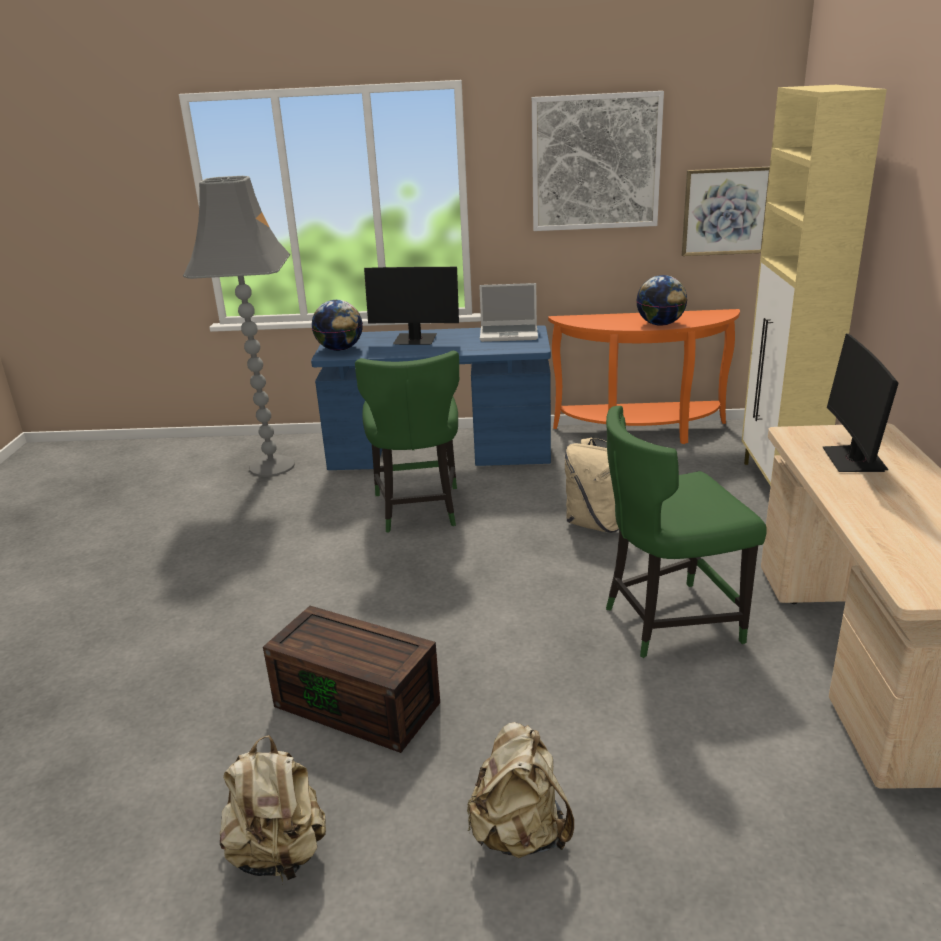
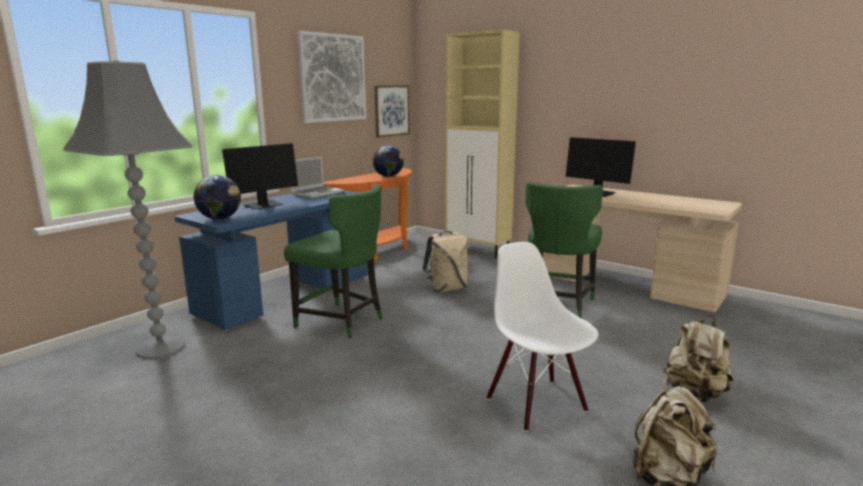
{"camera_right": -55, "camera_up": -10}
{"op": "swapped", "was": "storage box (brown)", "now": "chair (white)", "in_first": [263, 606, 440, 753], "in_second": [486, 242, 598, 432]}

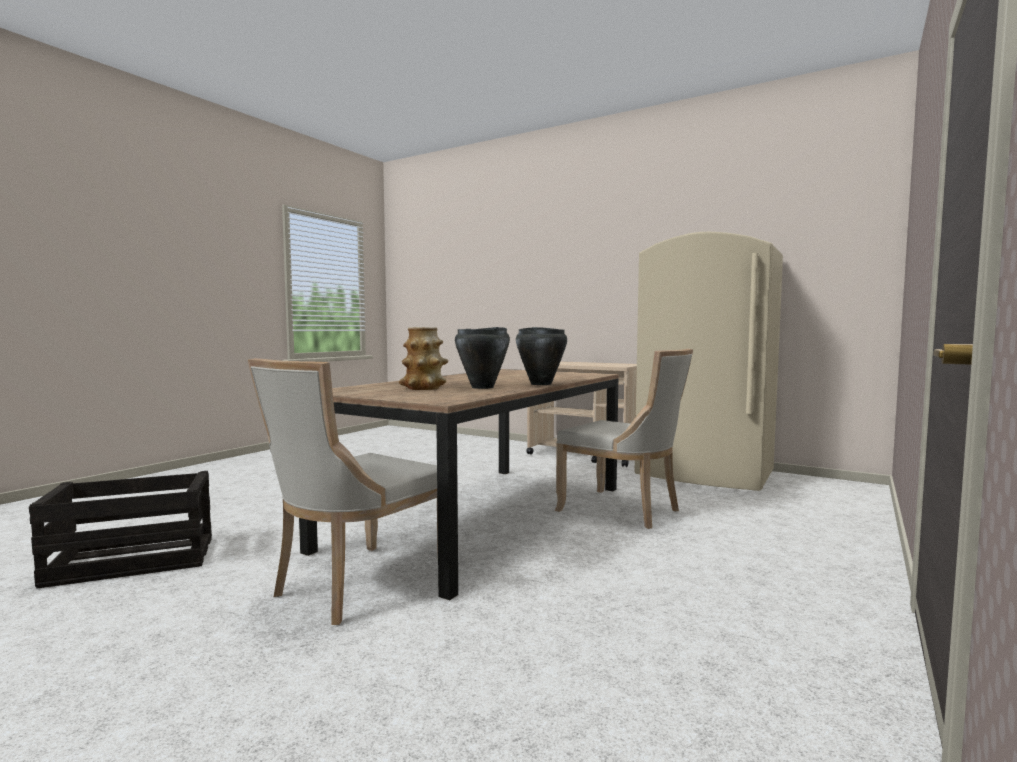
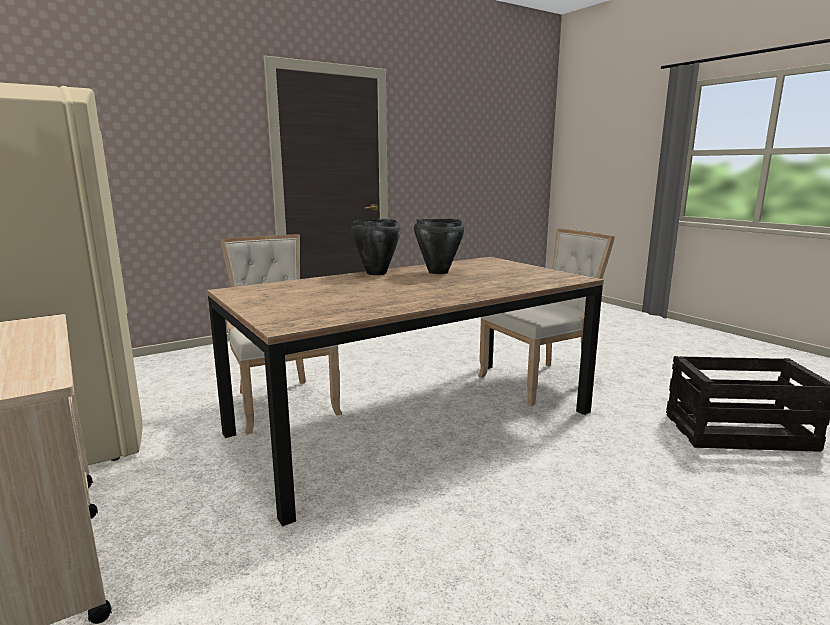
{"camera_right": -155, "camera_up": 10}
{"op": "gone", "was": "flower vase", "in_first": [399, 327, 448, 390]}

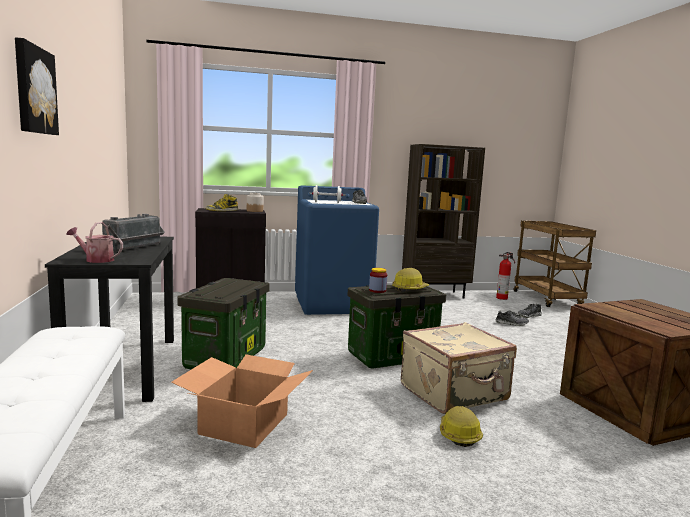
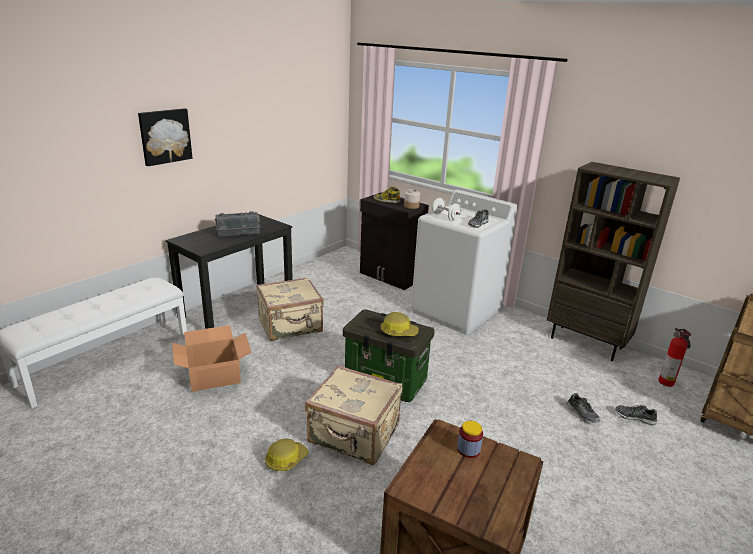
{"camera_right": 50, "camera_up": 15}
{"op": "gone", "was": "sprinkling can", "in_first": [66, 222, 123, 263]}
{"op": "swapped", "was": "storage box", "now": "piece of luggage (sand-coloured)", "in_first": [177, 278, 270, 369], "in_second": [256, 277, 324, 341]}
{"op": "repainted", "was": "laundry appliance (blue)", "now": "laundry appliance (white)", "in_first": [295, 185, 379, 315], "in_second": [411, 190, 518, 335]}
{"op": "shifted", "was": "jar", "in_first": [369, 268, 387, 293], "in_second": [457, 421, 483, 458]}

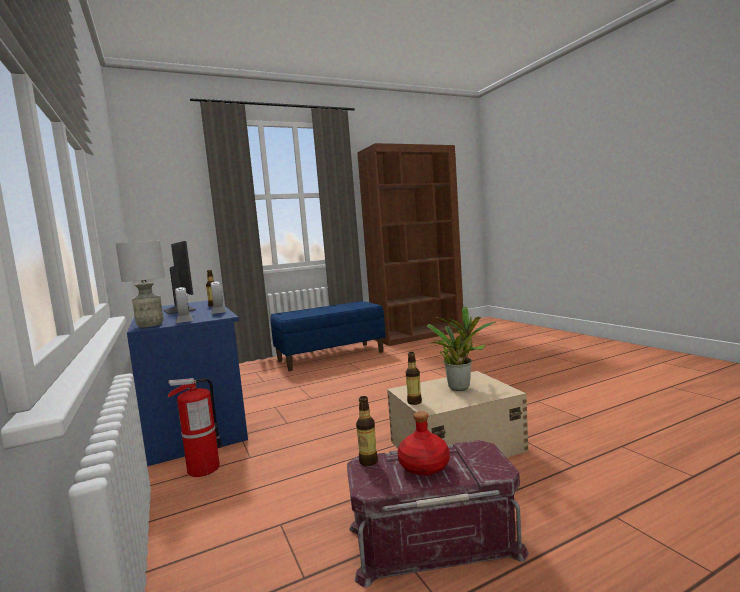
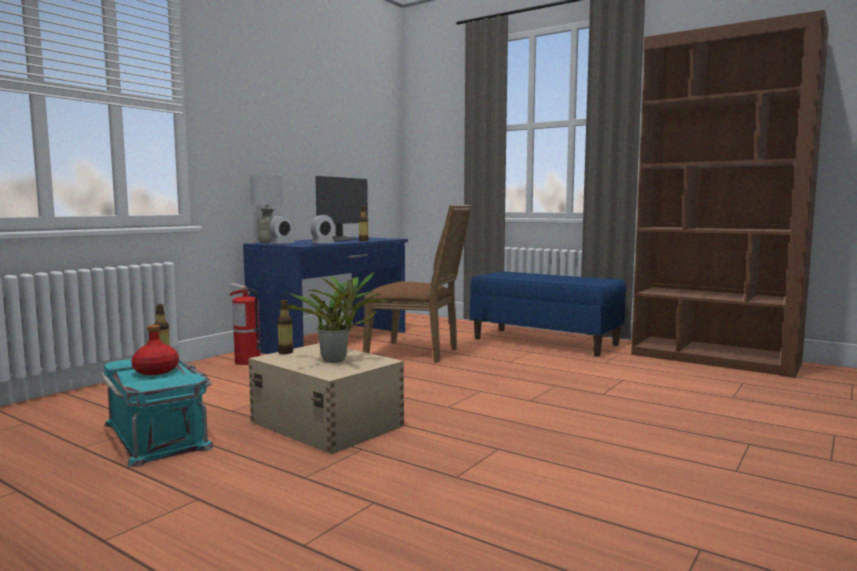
{"camera_right": 60, "camera_up": 0}
{"op": "repainted", "was": "storage box (red)", "now": "storage box (blue-green)", "in_first": [347, 440, 529, 588], "in_second": [100, 359, 214, 467]}
{"op": "new", "now": "chair (brown)", "in_second": [363, 205, 472, 363]}

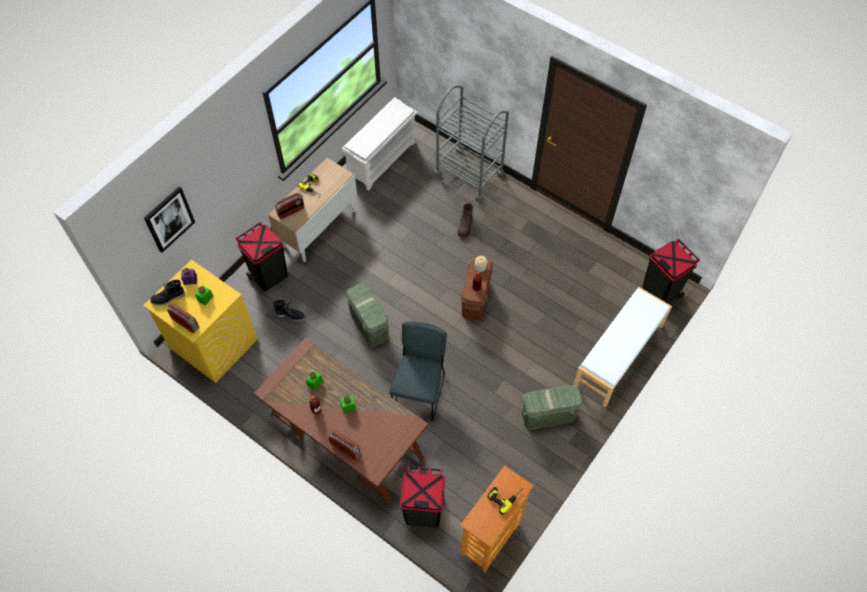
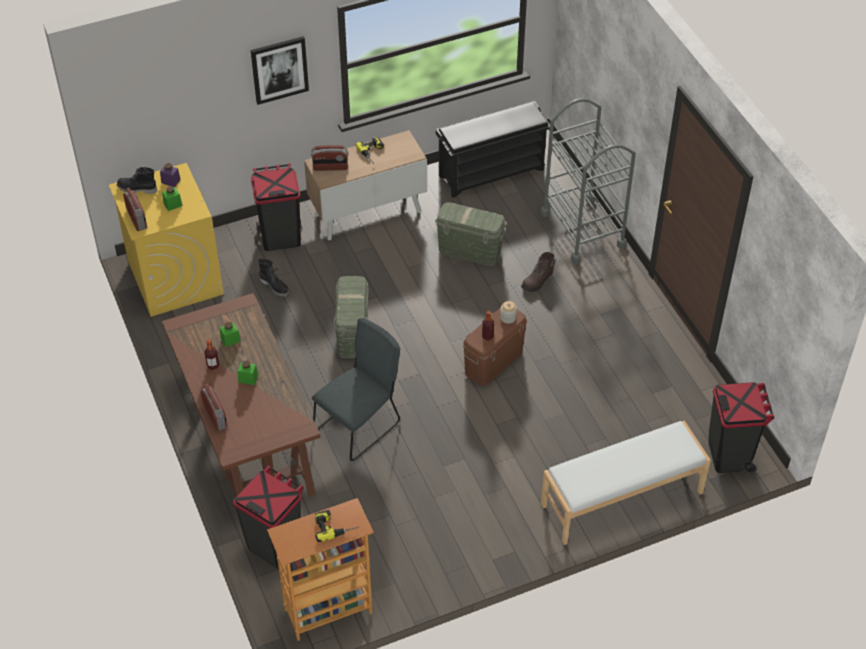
{"camera_right": 30, "camera_up": -10}
{"op": "shifted", "was": "wall picture", "in_first": [144, 187, 195, 253], "in_second": [251, 36, 309, 105]}
{"op": "repainted", "was": "shoe rack (white)", "now": "shoe rack (black)", "in_first": [342, 97, 418, 191], "in_second": [436, 101, 550, 198]}
{"op": "shifted", "was": "storage box (green)", "in_first": [521, 385, 583, 430], "in_second": [435, 202, 506, 266]}

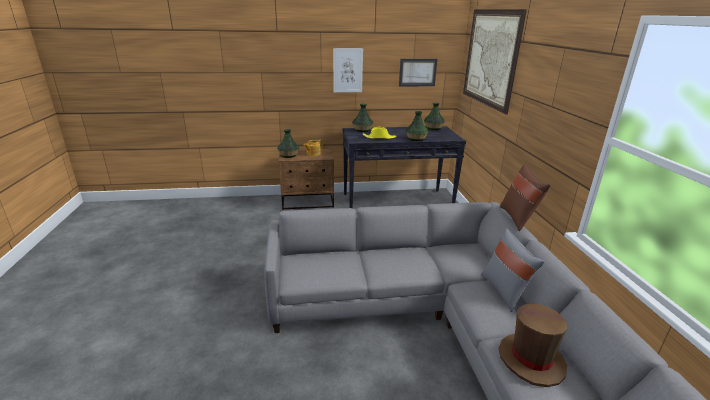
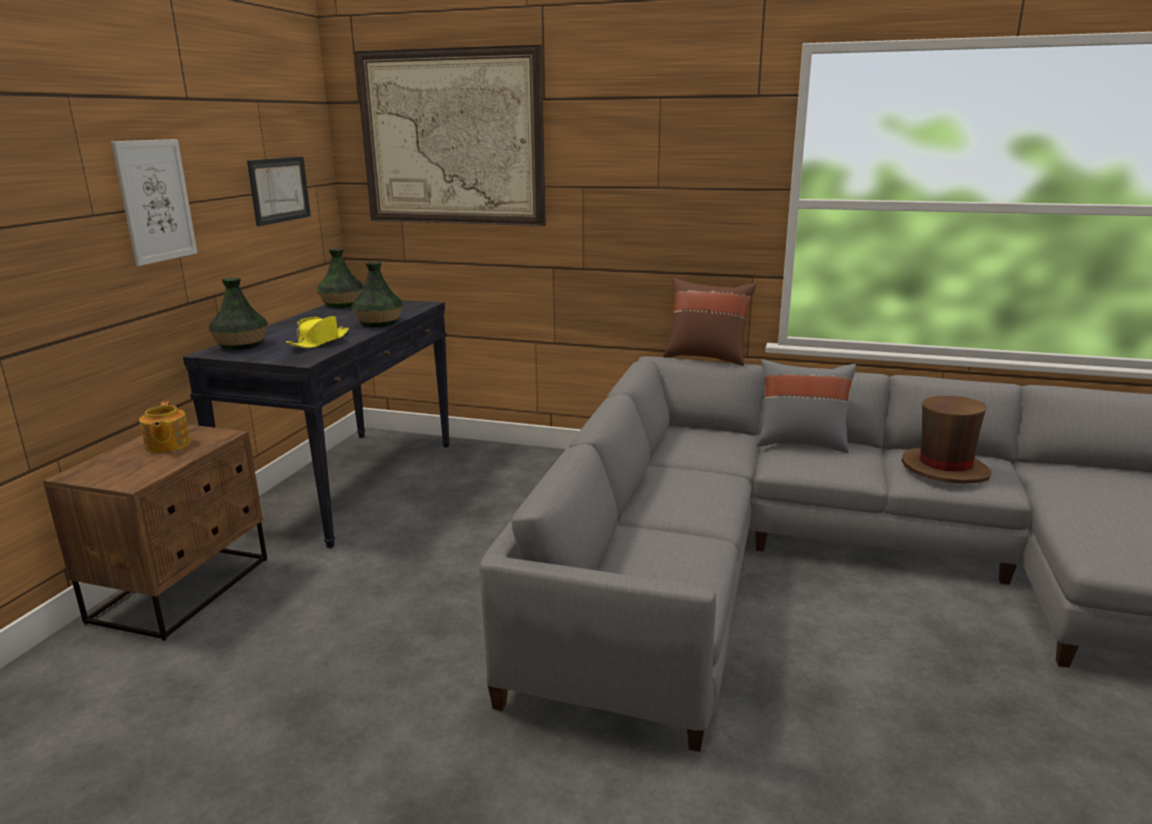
{"camera_right": -65, "camera_up": -5}
{"op": "gone", "was": "flower vase", "in_first": [277, 129, 299, 158]}

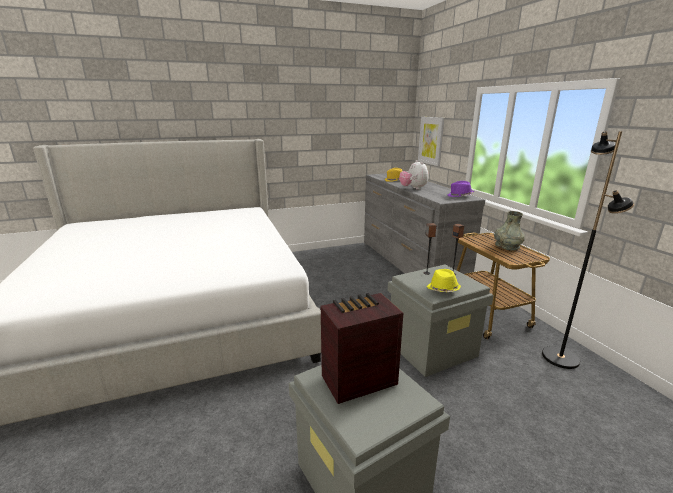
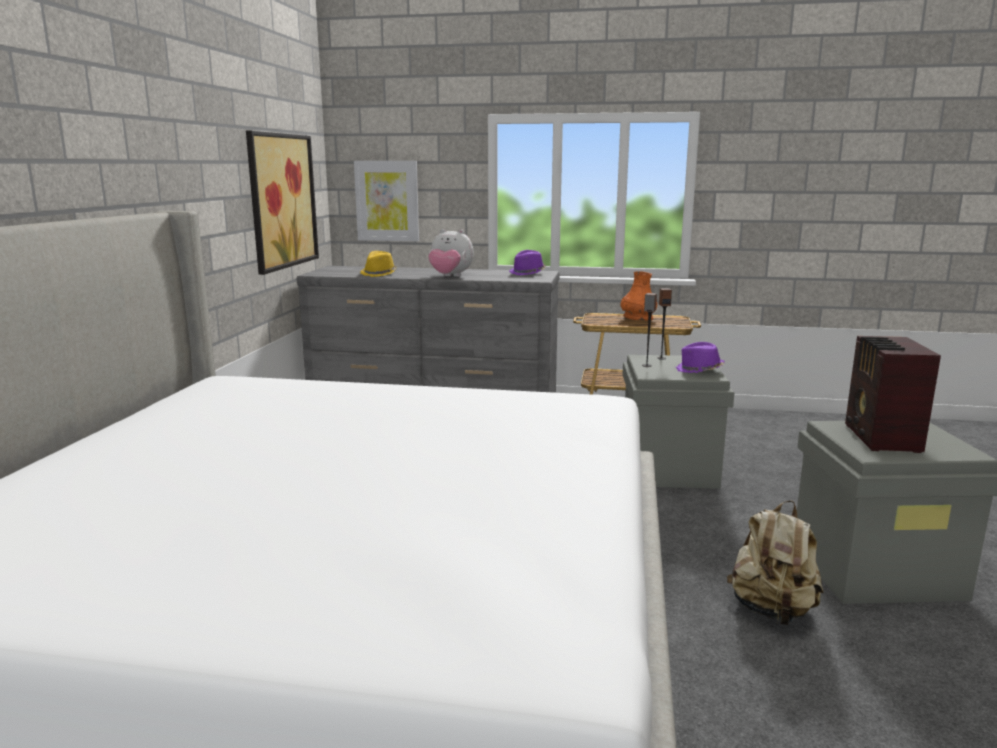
{"camera_right": -60, "camera_up": -5}
{"op": "repainted", "was": "hat (yellow-coloured)", "now": "hat (purplish)", "in_first": [427, 269, 461, 292], "in_second": [676, 342, 725, 373]}
{"op": "repainted", "was": "flower vase (grey)", "now": "flower vase (orangey)", "in_first": [494, 211, 525, 251], "in_second": [620, 271, 657, 321]}
{"op": "gone", "was": "standing lamp (black)", "in_first": [542, 131, 635, 369]}
{"op": "new", "now": "wall picture", "in_second": [246, 131, 319, 275]}
{"op": "new", "now": "rucksack (sand-coloured)", "in_second": [727, 500, 824, 625]}

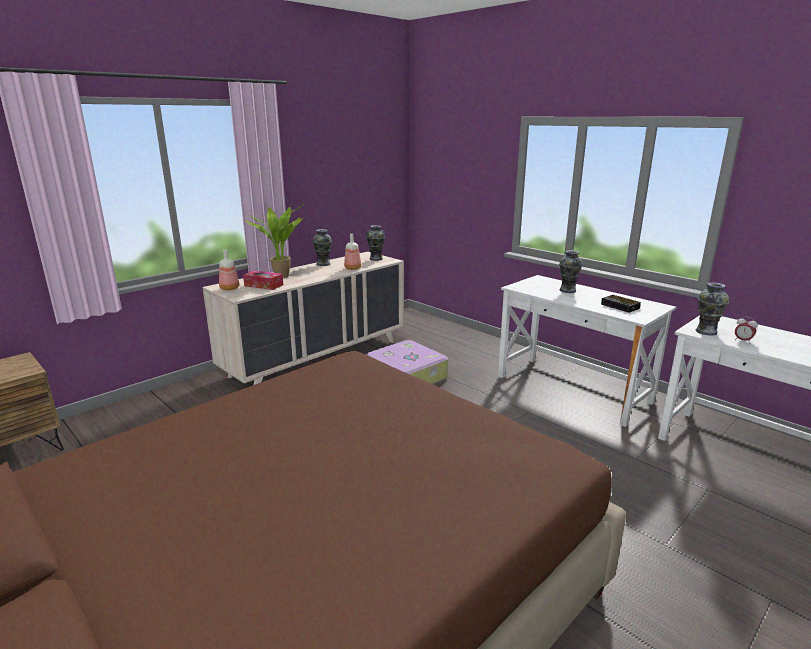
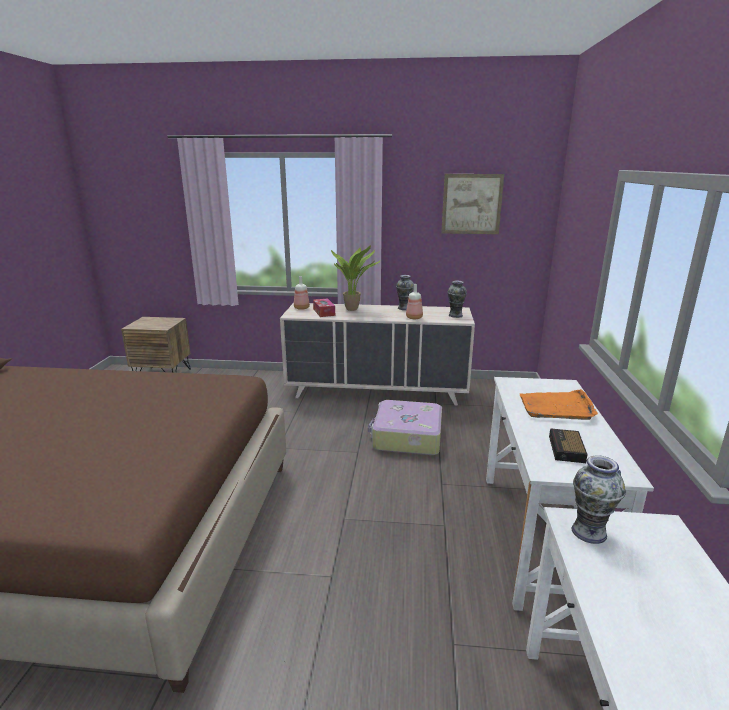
{"camera_right": 50, "camera_up": 0}
{"op": "swapped", "was": "flower vase", "now": "carrying tray (orangey)", "in_first": [559, 250, 583, 293], "in_second": [520, 389, 598, 420]}
{"op": "gone", "was": "alarm clock", "in_first": [735, 316, 758, 344]}
{"op": "new", "now": "wall picture", "in_second": [441, 174, 504, 234]}

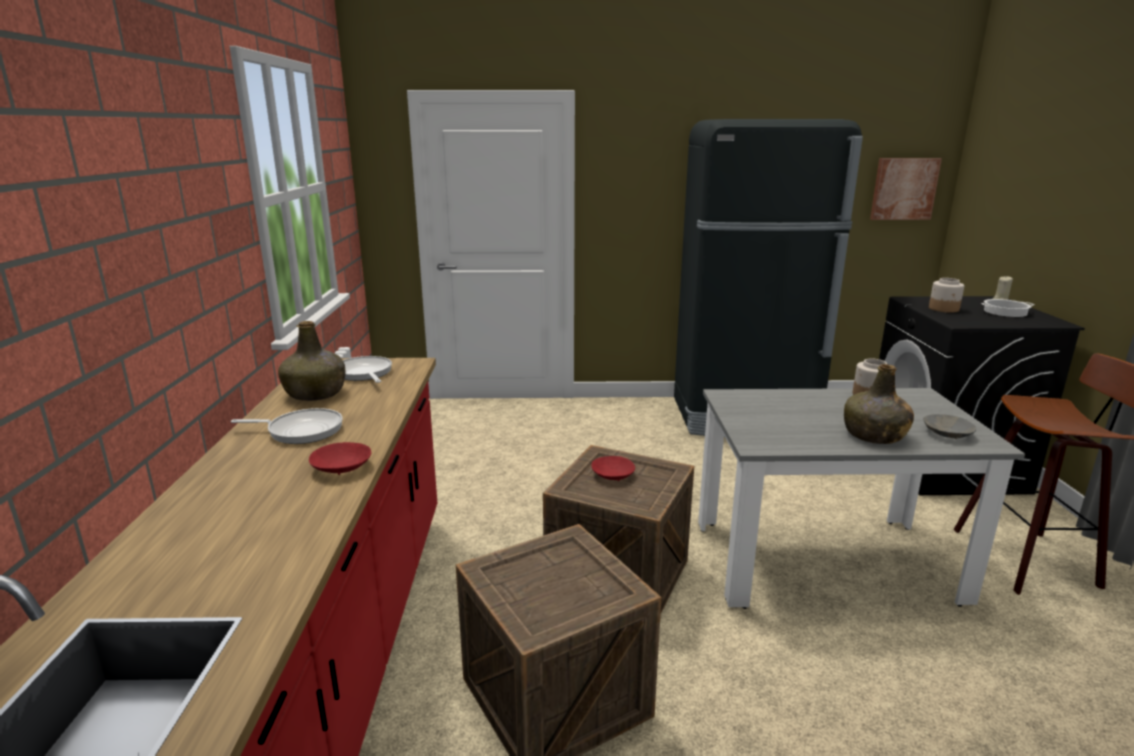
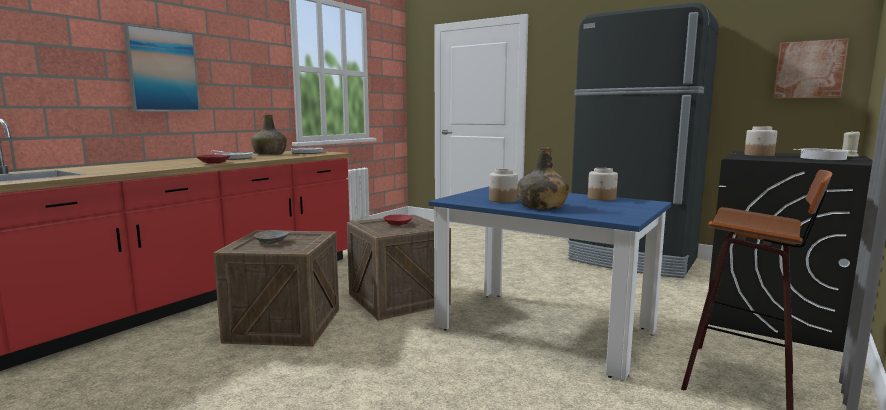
{"camera_right": 35, "camera_up": -10}
{"op": "repainted", "was": "kitchen table (grey)", "now": "kitchen table (blue)", "in_first": [698, 388, 1025, 609], "in_second": [429, 186, 671, 380]}
{"op": "shifted", "was": "deep dish (grey)", "in_first": [923, 414, 976, 439], "in_second": [254, 230, 289, 244]}
{"op": "new", "now": "wall picture", "in_second": [123, 23, 201, 112]}
{"op": "new", "now": "jar", "in_second": [489, 169, 518, 203]}

